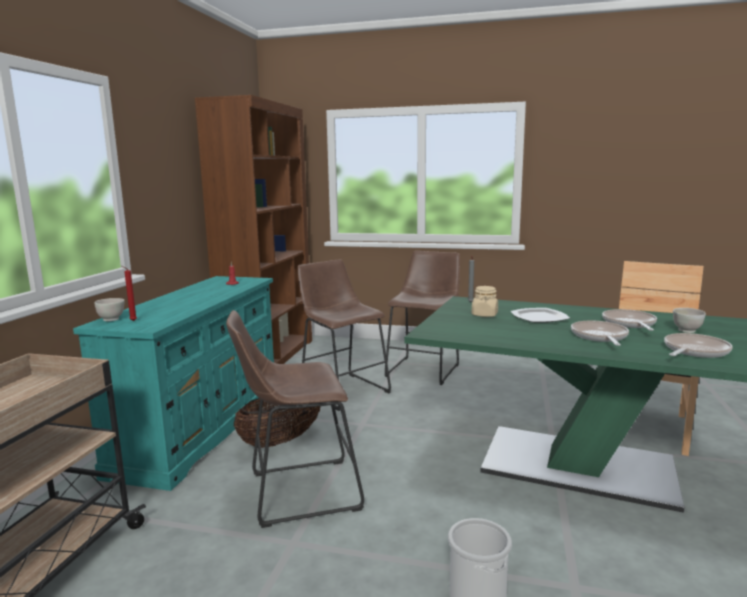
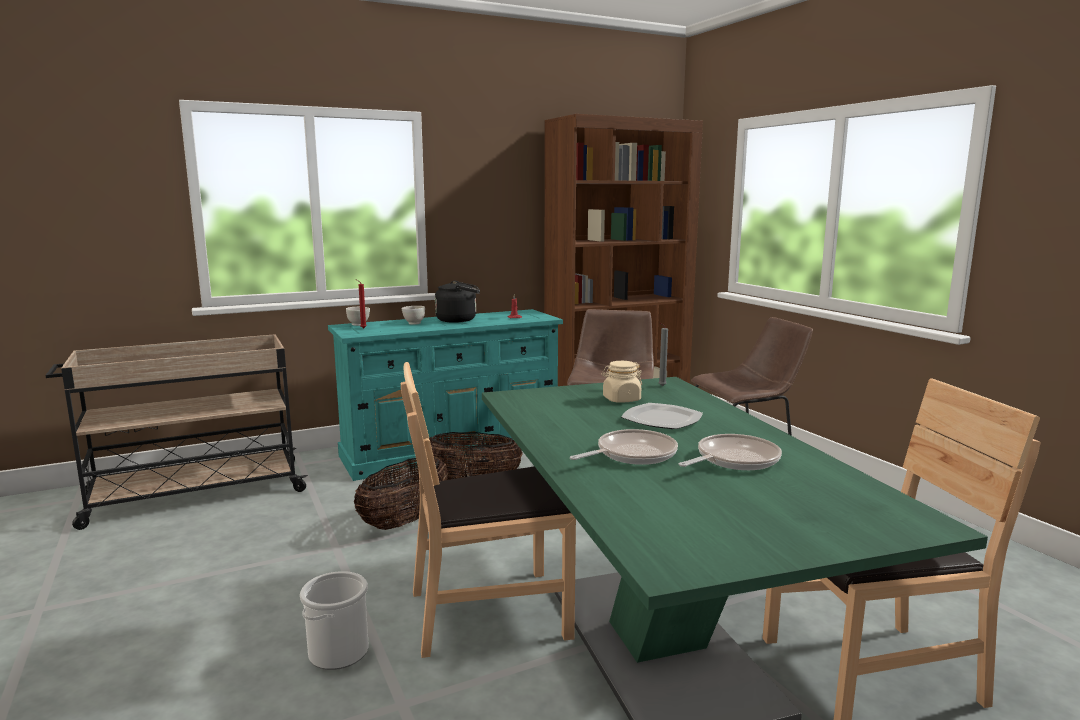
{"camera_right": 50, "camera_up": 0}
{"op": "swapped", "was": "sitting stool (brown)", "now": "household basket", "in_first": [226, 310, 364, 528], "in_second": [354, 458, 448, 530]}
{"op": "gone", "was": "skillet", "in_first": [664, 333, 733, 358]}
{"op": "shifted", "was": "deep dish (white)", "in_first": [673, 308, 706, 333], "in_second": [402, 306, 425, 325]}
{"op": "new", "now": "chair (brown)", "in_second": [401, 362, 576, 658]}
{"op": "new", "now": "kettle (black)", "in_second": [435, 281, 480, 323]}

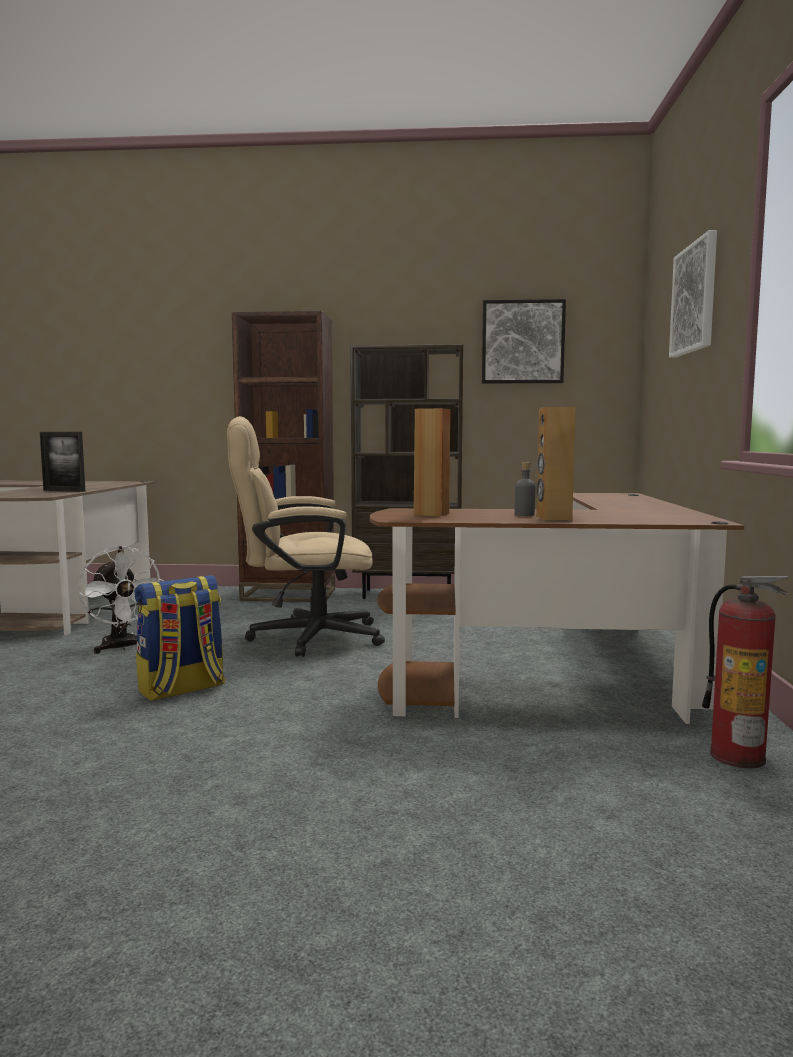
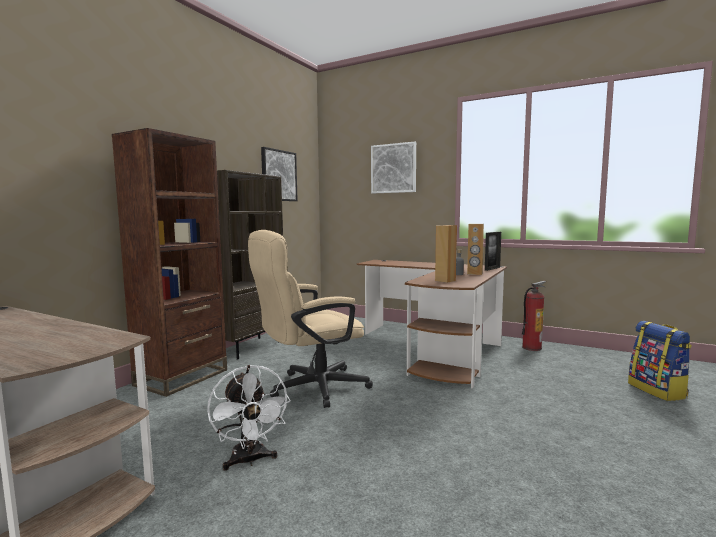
{"camera_right": -65, "camera_up": 0}
{"op": "shifted", "was": "photo frame", "in_first": [40, 432, 85, 492], "in_second": [485, 232, 501, 271]}
{"op": "rotated", "was": "electric fan (white)", "in_first": [78, 546, 163, 654], "in_second": [207, 365, 291, 471], "clockwise": 75}
{"op": "shifted", "was": "rucksack", "in_first": [135, 575, 225, 701], "in_second": [628, 321, 692, 401]}
{"op": "rotated", "was": "computer chair (sand-coloured)", "in_first": [227, 416, 385, 657], "in_second": [248, 230, 373, 408], "clockwise": 45}

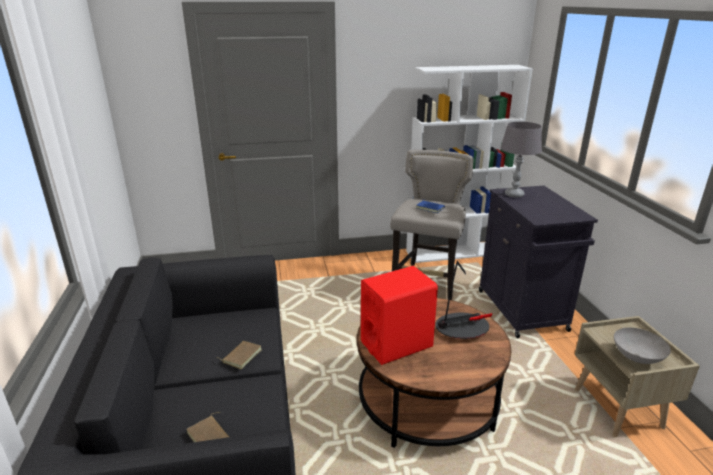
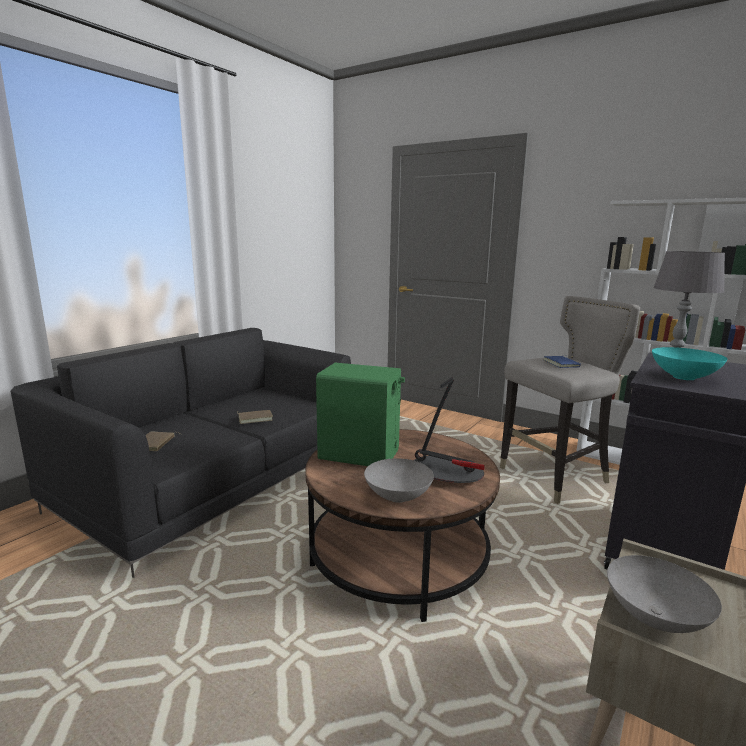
{"camera_right": 45, "camera_up": -10}
{"op": "repainted", "was": "speaker (red)", "now": "speaker (green)", "in_first": [361, 266, 438, 365], "in_second": [316, 363, 405, 466]}
{"op": "new", "now": "deep dish (grey)", "in_second": [364, 458, 434, 503]}
{"op": "new", "now": "deep dish (blue-green)", "in_second": [652, 347, 727, 380]}

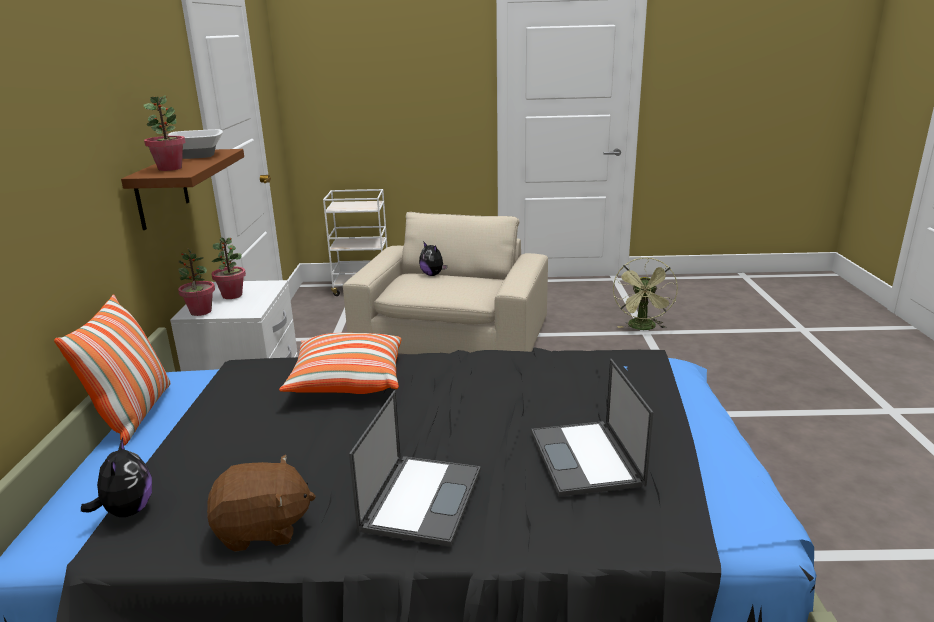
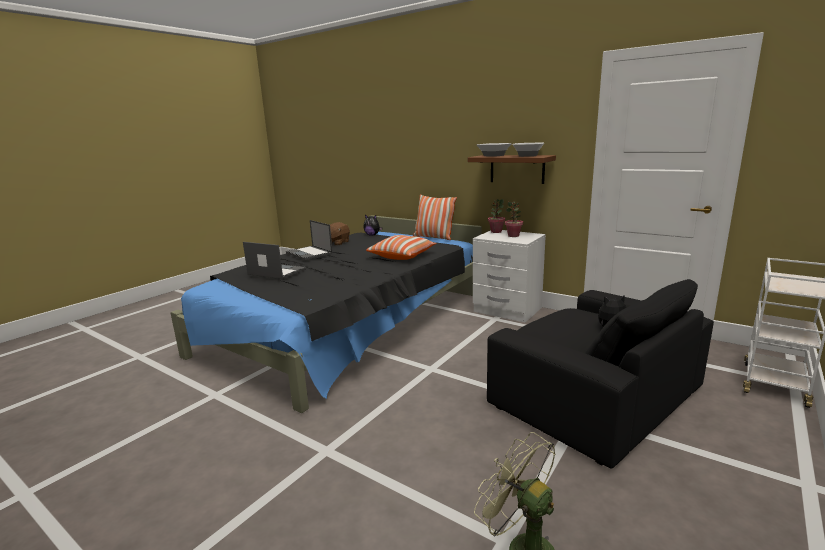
{"camera_right": 125, "camera_up": -5}
{"op": "swapped", "was": "plant in a pot", "now": "deep dish", "in_first": [143, 95, 186, 171], "in_second": [477, 143, 512, 157]}
{"op": "repainted", "was": "lounge chair (sand-coloured)", "now": "lounge chair (black)", "in_first": [343, 212, 548, 354], "in_second": [487, 279, 714, 469]}

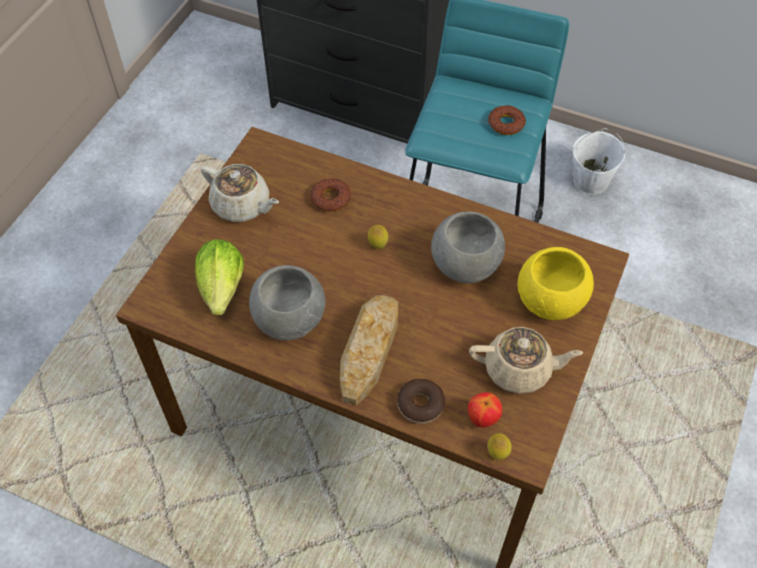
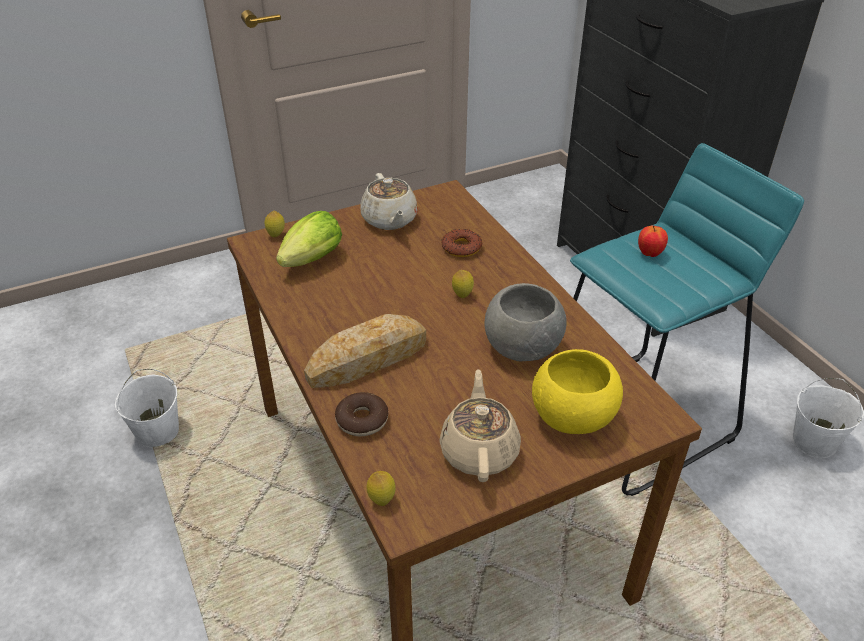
{"camera_right": 40, "camera_up": -15}
{"op": "gone", "was": "deep dish (grey)", "in_first": [249, 265, 325, 340]}
{"op": "shifted", "was": "whole apple", "in_first": [468, 392, 502, 427], "in_second": [638, 225, 668, 257]}
{"op": "rotated", "was": "teapot (sand-coloured)", "in_first": [469, 327, 583, 394], "in_second": [439, 369, 521, 482], "clockwise": -135}
{"op": "gone", "was": "ring doughnut", "in_first": [488, 105, 526, 135]}
{"op": "new", "now": "pail (white)", "in_second": [115, 369, 179, 448]}
{"op": "new", "now": "whole lemon", "in_second": [265, 211, 285, 237]}

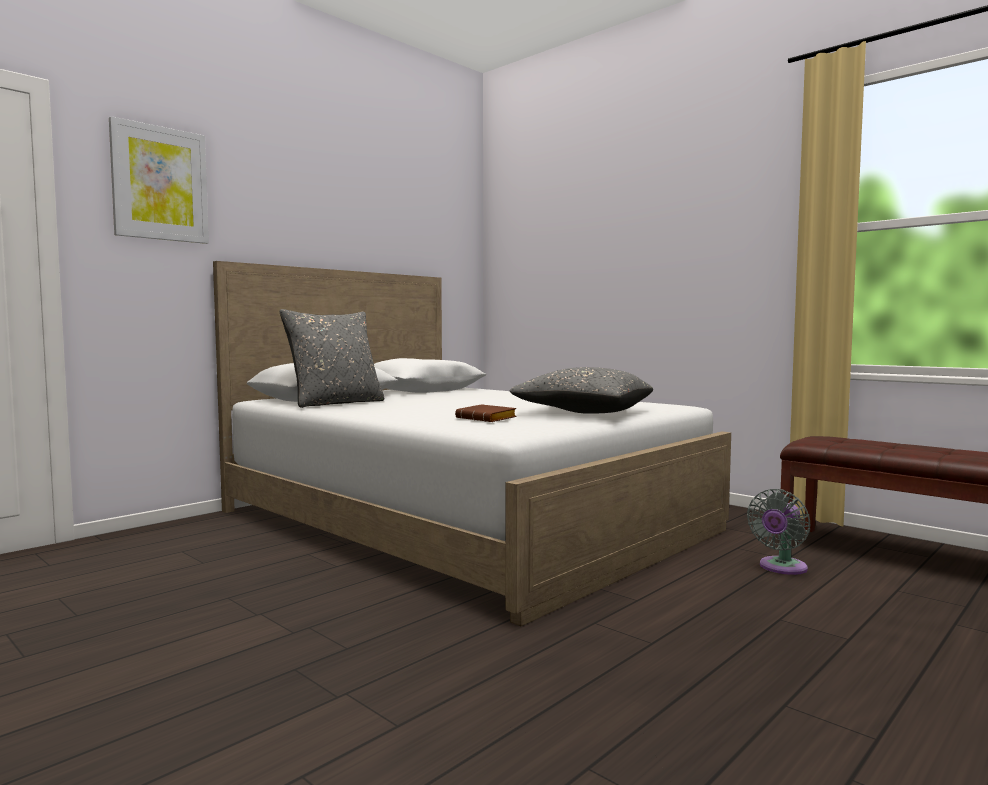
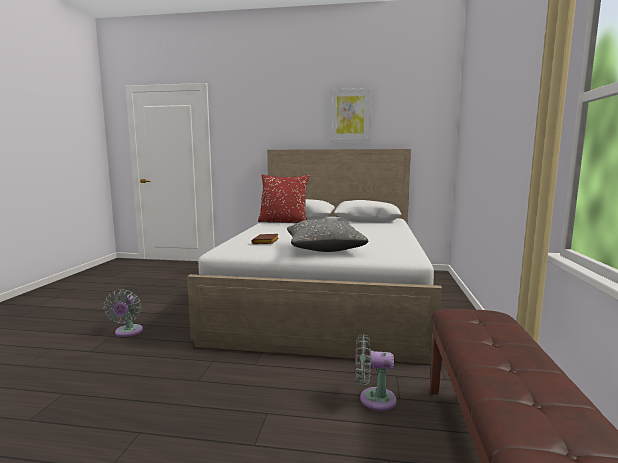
{"camera_right": 55, "camera_up": 5}
{"op": "shifted", "was": "wall picture", "in_first": [109, 116, 209, 244], "in_second": [330, 88, 372, 141]}
{"op": "repainted", "was": "throw pillow (grey)", "now": "throw pillow (red)", "in_first": [280, 309, 384, 408], "in_second": [258, 174, 310, 223]}
{"op": "new", "now": "electric fan (grey)", "in_second": [103, 289, 143, 337]}

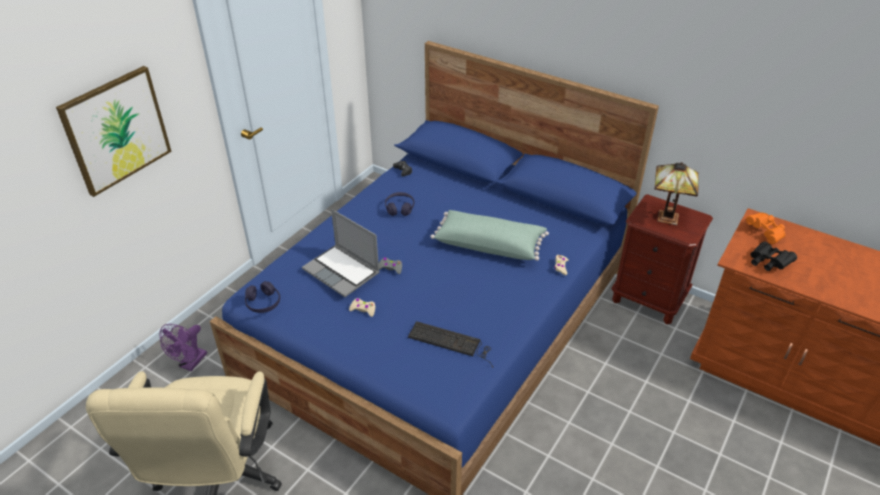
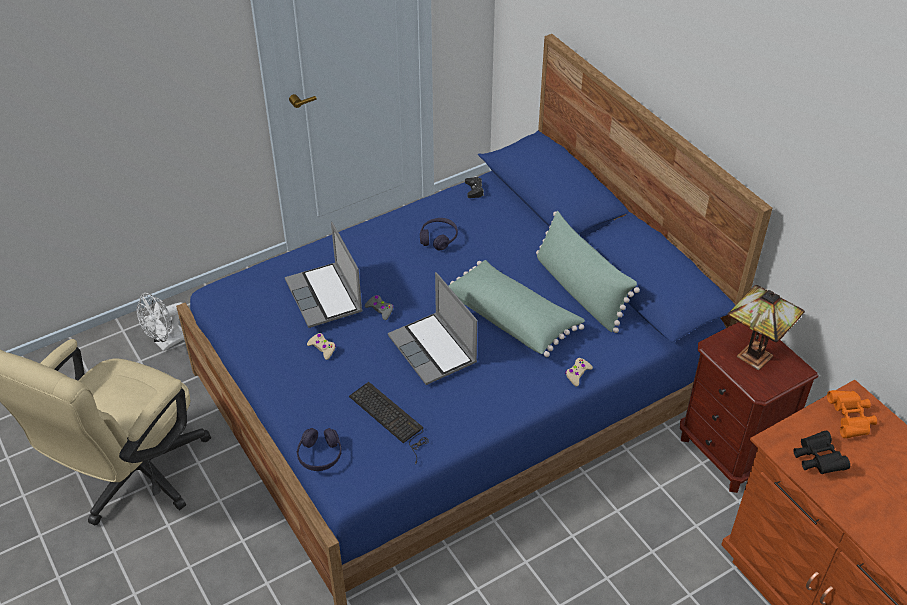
{"camera_right": 25, "camera_up": 5}
{"op": "gone", "was": "wall picture", "in_first": [56, 66, 172, 197]}
{"op": "repainted", "was": "electric fan (purplish)", "now": "electric fan (white)", "in_first": [159, 324, 207, 371], "in_second": [137, 293, 184, 351]}
{"op": "shifted", "was": "headphones (purplish)", "in_first": [245, 281, 280, 313], "in_second": [297, 428, 341, 471]}
{"op": "new", "now": "portable computer", "in_second": [388, 272, 477, 385]}
{"op": "new", "now": "throw pillow (green)", "in_second": [536, 211, 640, 333]}

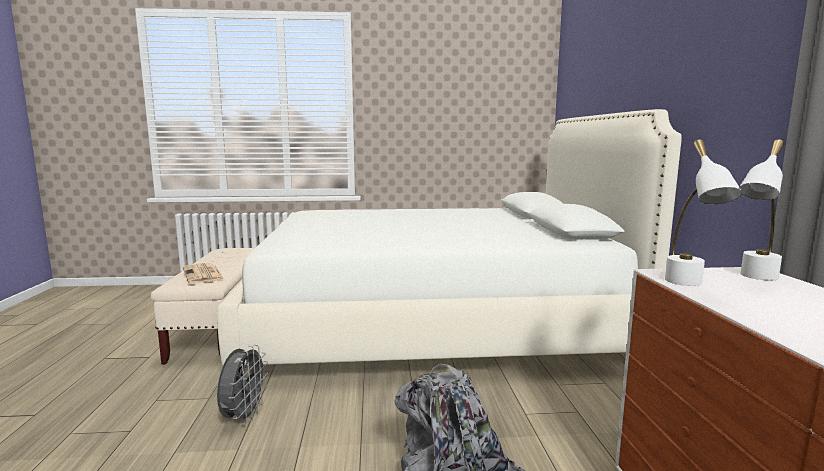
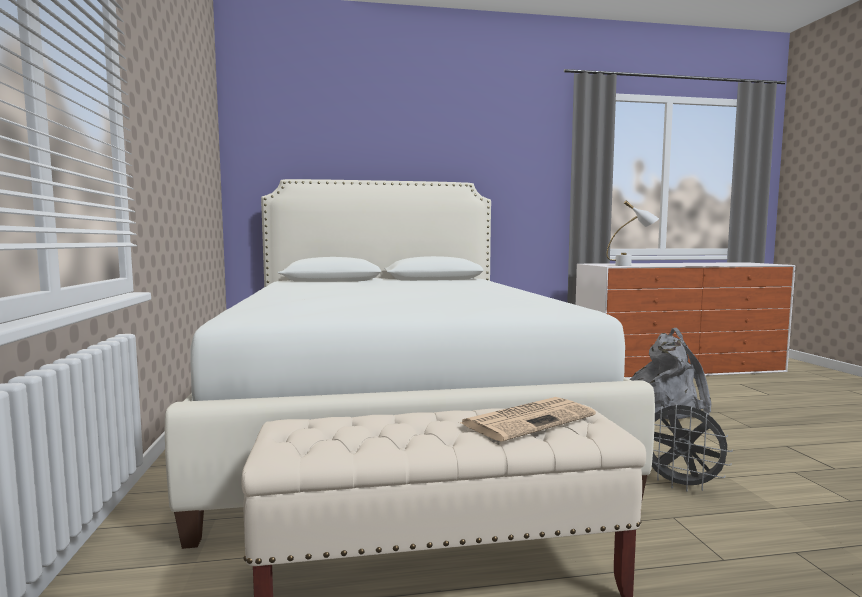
{"camera_right": -95, "camera_up": -5}
{"op": "rotated", "was": "electric fan (grey)", "in_first": [217, 345, 269, 425], "in_second": [652, 404, 733, 492], "clockwise": -150}
{"op": "gone", "was": "table lamp (white)", "in_first": [739, 139, 784, 280]}

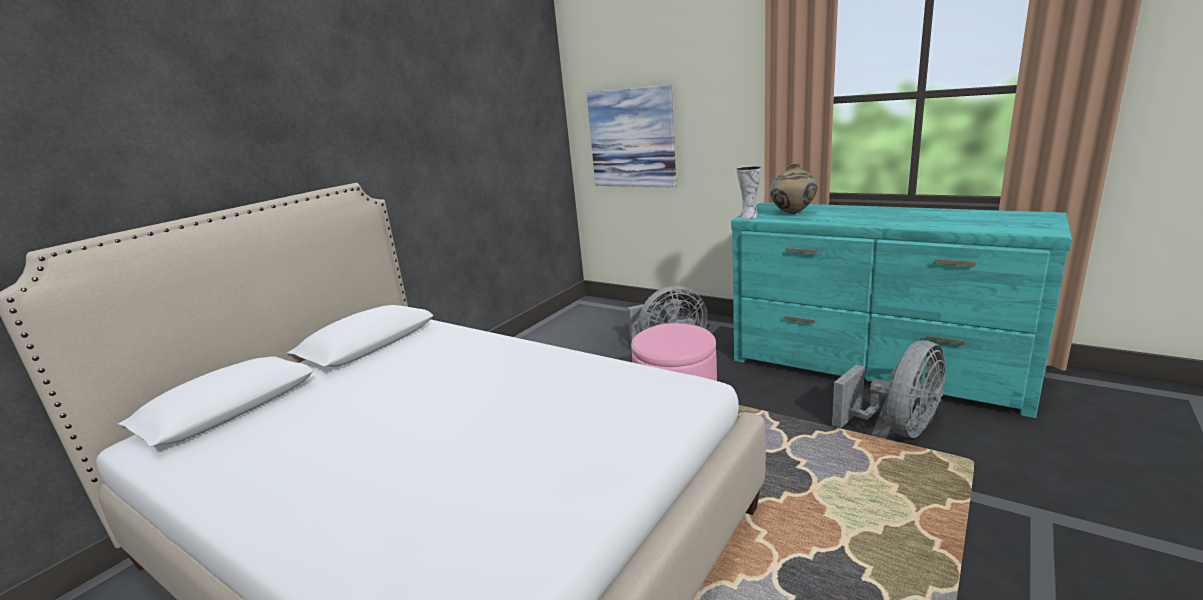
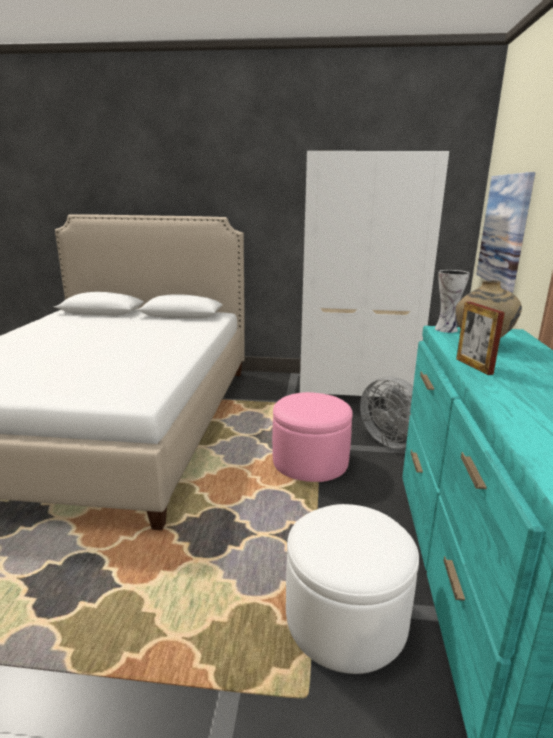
{"camera_right": 60, "camera_up": 0}
{"op": "swapped", "was": "electric fan (grey)", "now": "ottoman (white)", "in_first": [832, 340, 946, 438], "in_second": [286, 504, 419, 674]}
{"op": "new", "now": "wardrobe (white)", "in_second": [300, 151, 449, 397]}
{"op": "new", "now": "photo frame", "in_second": [456, 302, 505, 375]}

